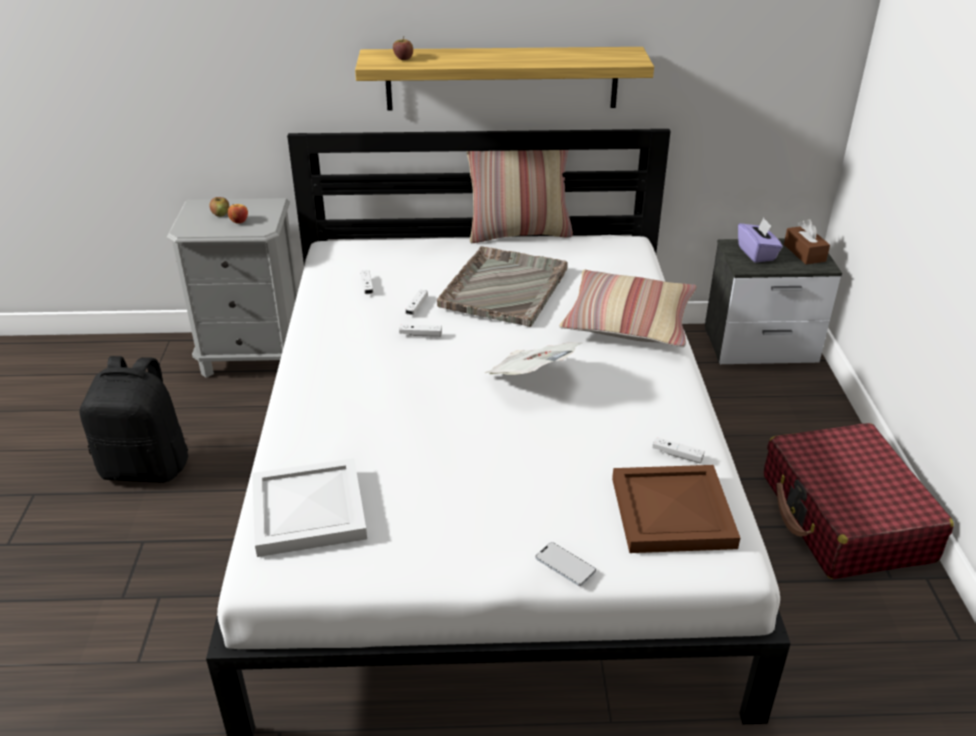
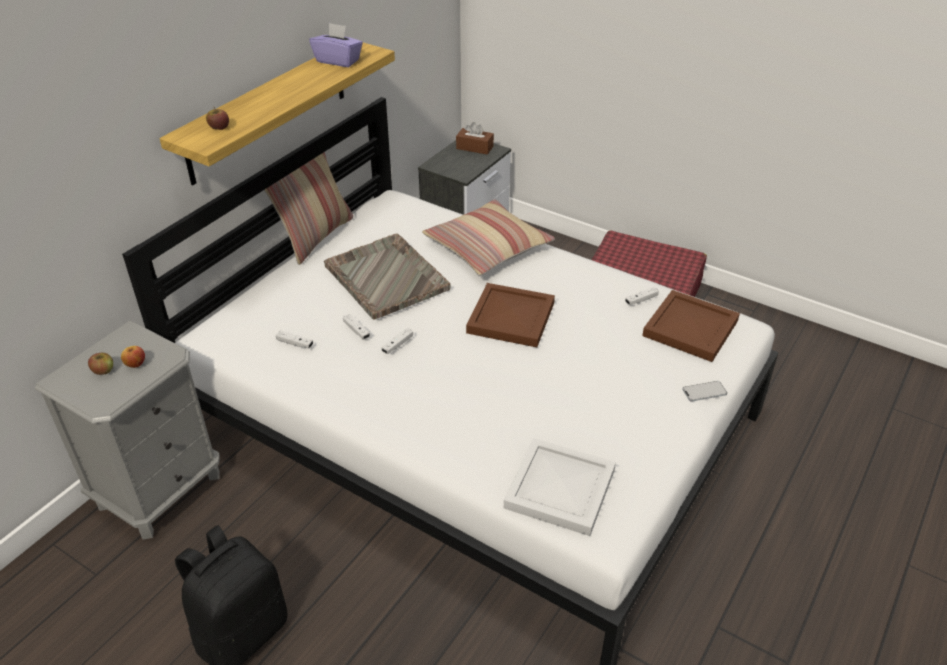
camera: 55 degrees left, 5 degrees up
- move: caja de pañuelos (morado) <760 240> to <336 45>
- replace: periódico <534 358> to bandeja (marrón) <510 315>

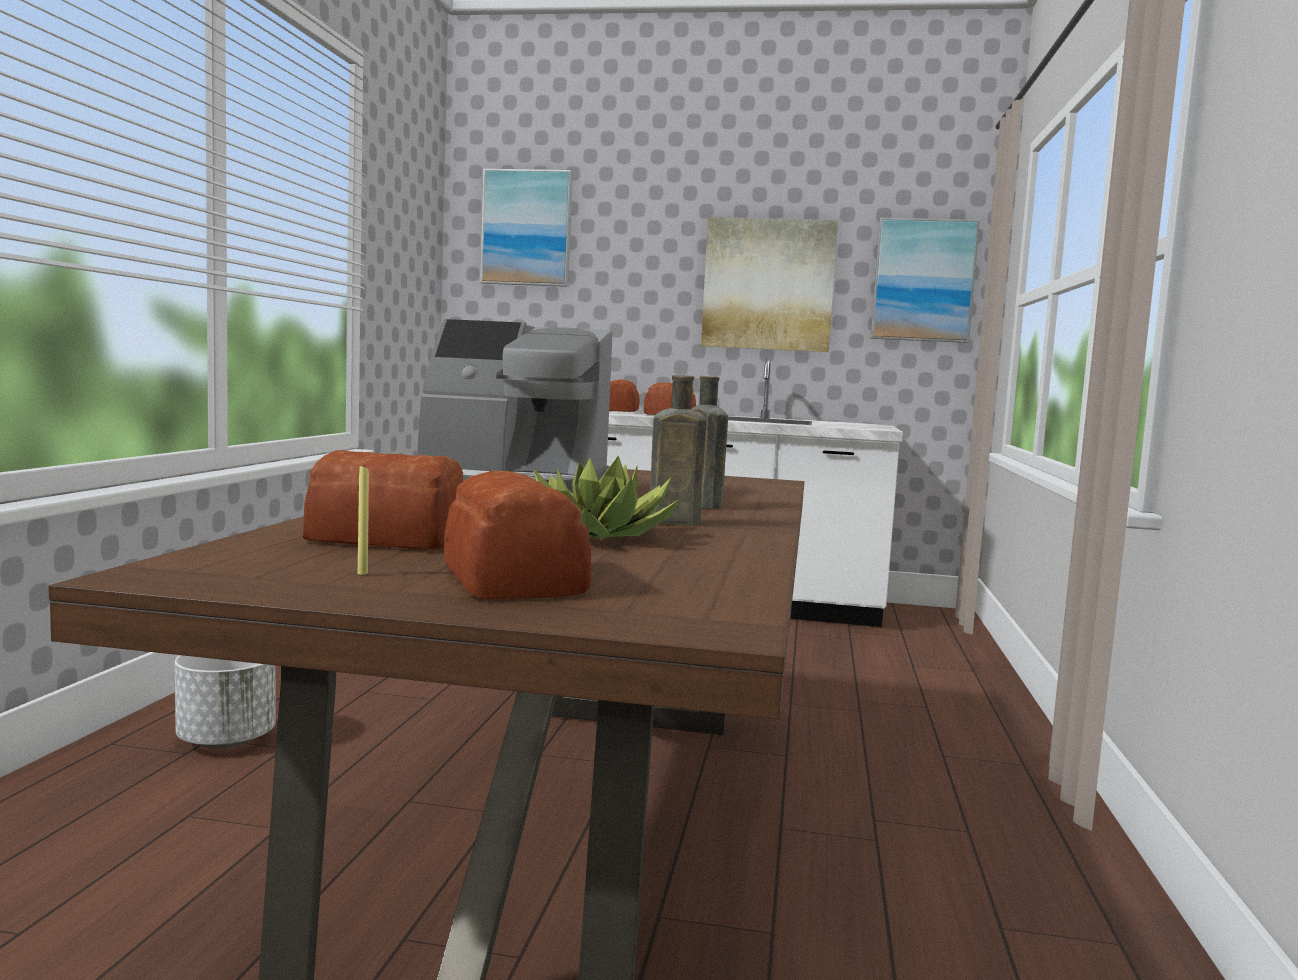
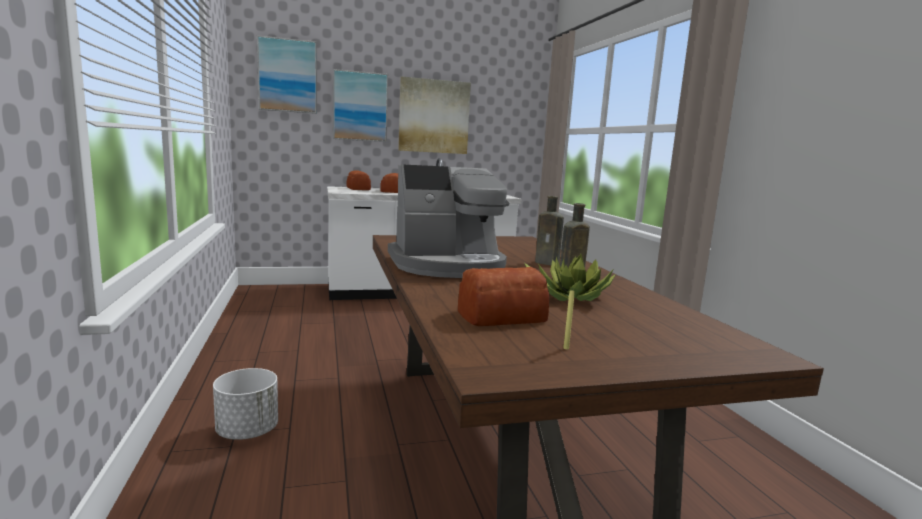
camera: 25 degrees left, 5 degrees up
- move: cuadro <925 280> to <360 105>
- delete: pan <517 535>

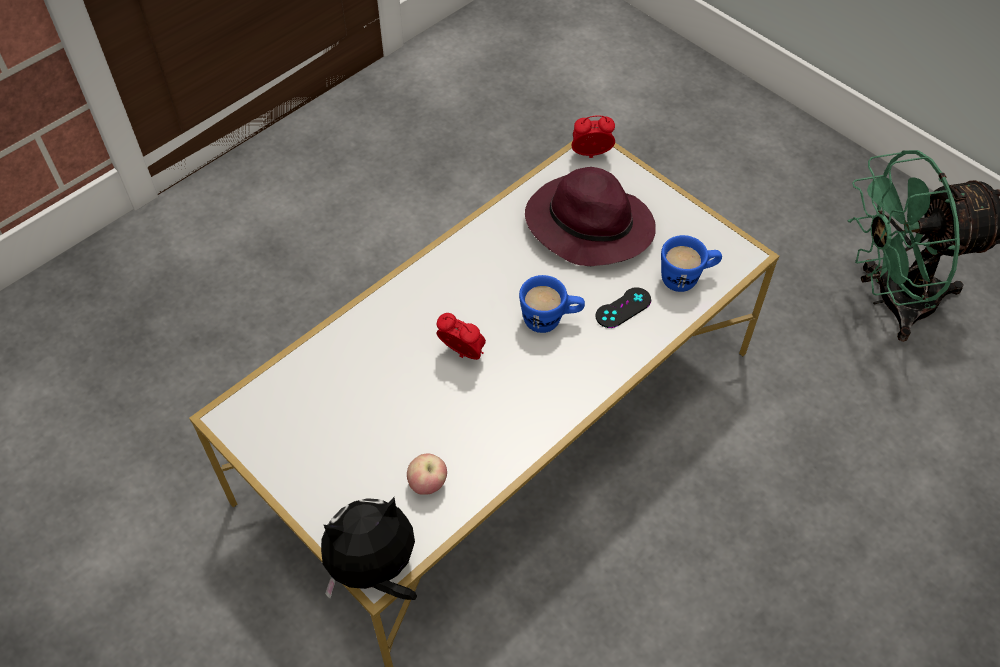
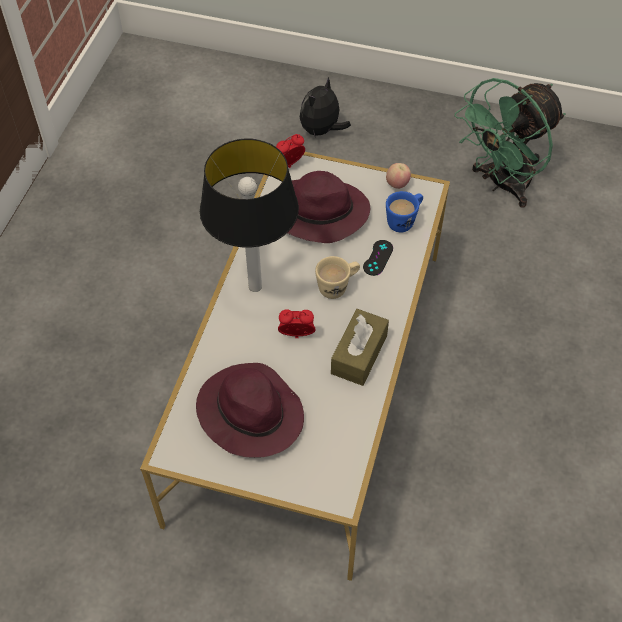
camera: 30 degrees left, 0 degrees up
- insert: sombrero (morado) <250 410>
- insert: lámpara de mesa <249 215>
- move: peluche <369 548> to <325 107>
- recolor: taza grande (azul) <552 304> to taza grande (beis) <337 277>
- insert: caja de pañuelos (marrón) <360 347>
- move: manzana <427 474> to <398 176>

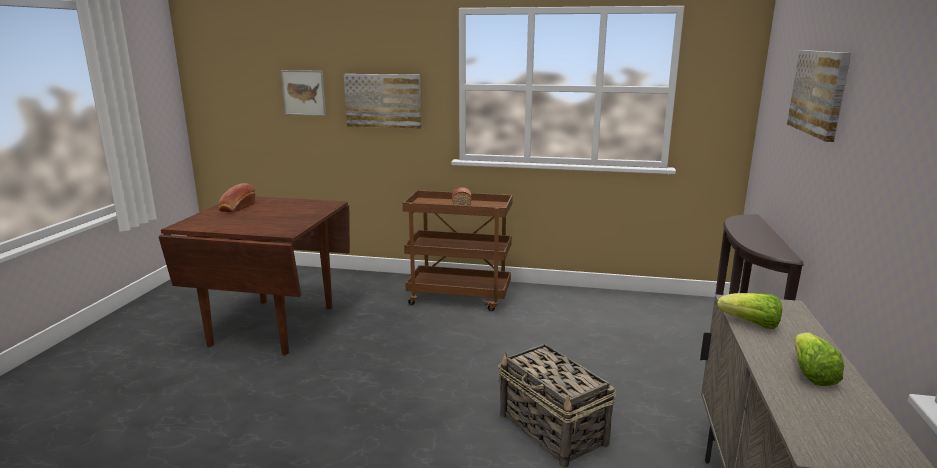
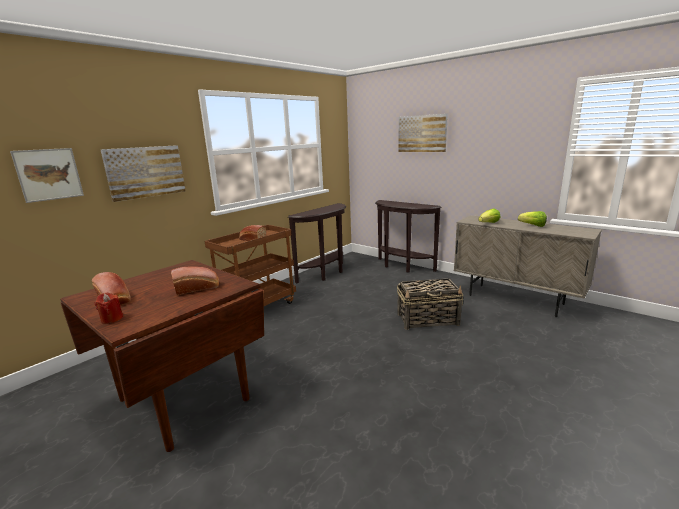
camera: 60 degrees left, 0 degrees up
- insert: vela (rojo) <109 308>
- insert: pan <195 280>
- insert: mesa consola (marrón) <317 243>

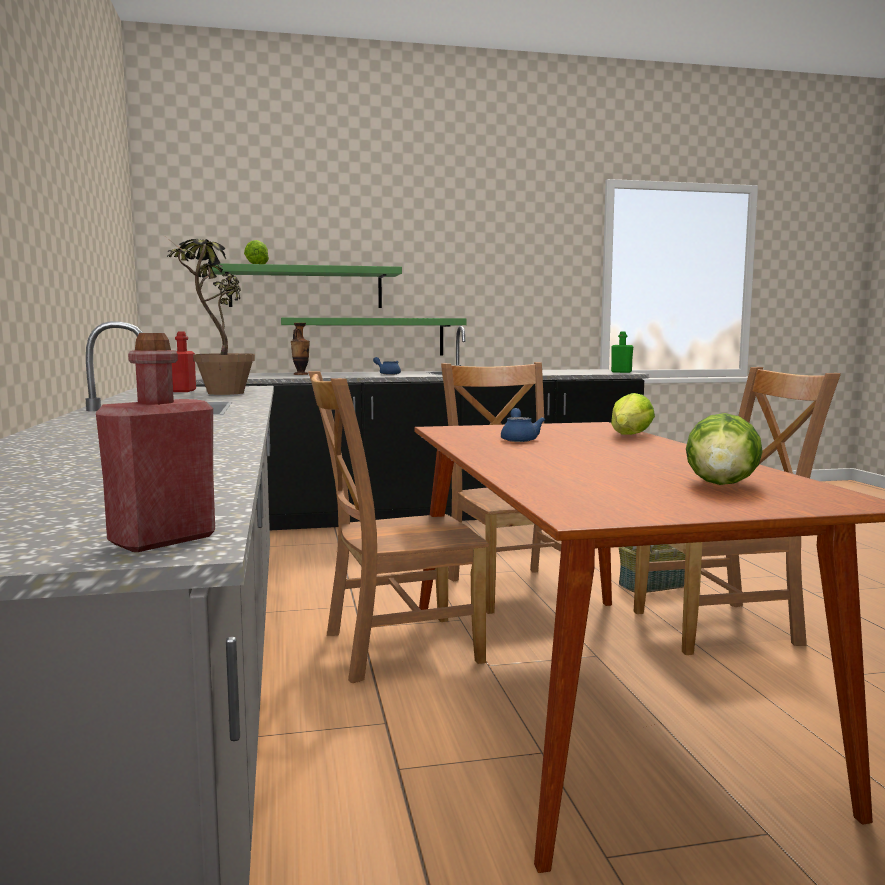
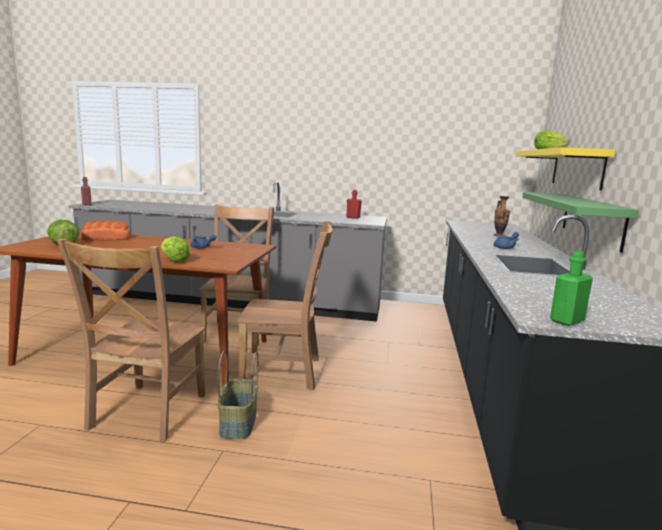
camera: 110 degrees right, 5 degrees up
- insert: pan <106 230>
- recolor: estante (verde) <307 285> to estante (amarillo) <565 168>
- delete: planta en maceta <210 316>

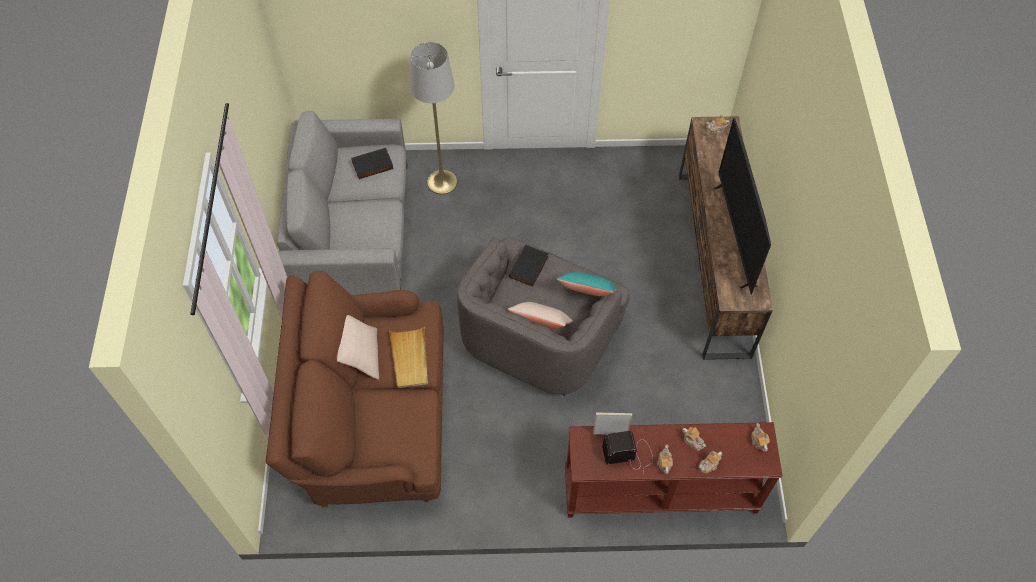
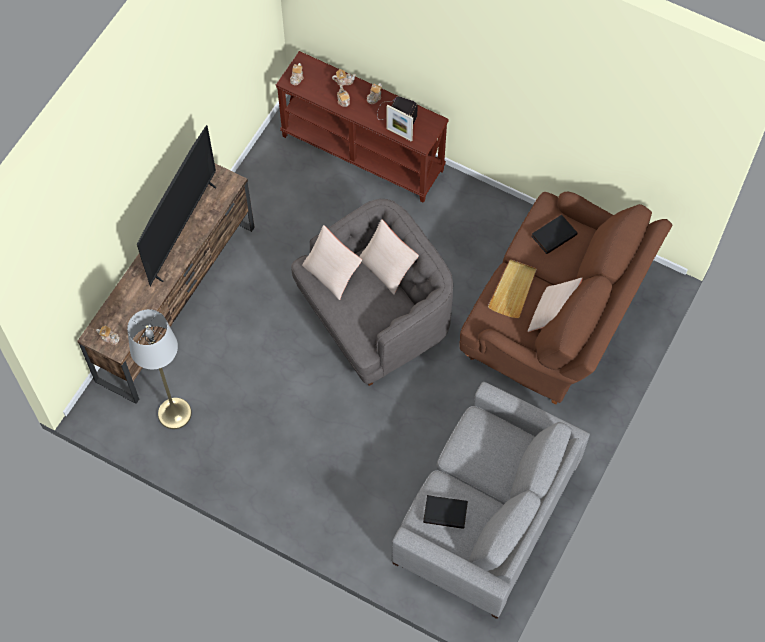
camera: 150 degrees left, 5 degrees up
- move: lámpara de pie (gris) <433 118> to <159 369>
- recolor: cojín (turquesa) <587 284> to cojín (beis) <332 262>
- move: libro (negro) <529 265> to <554 234>

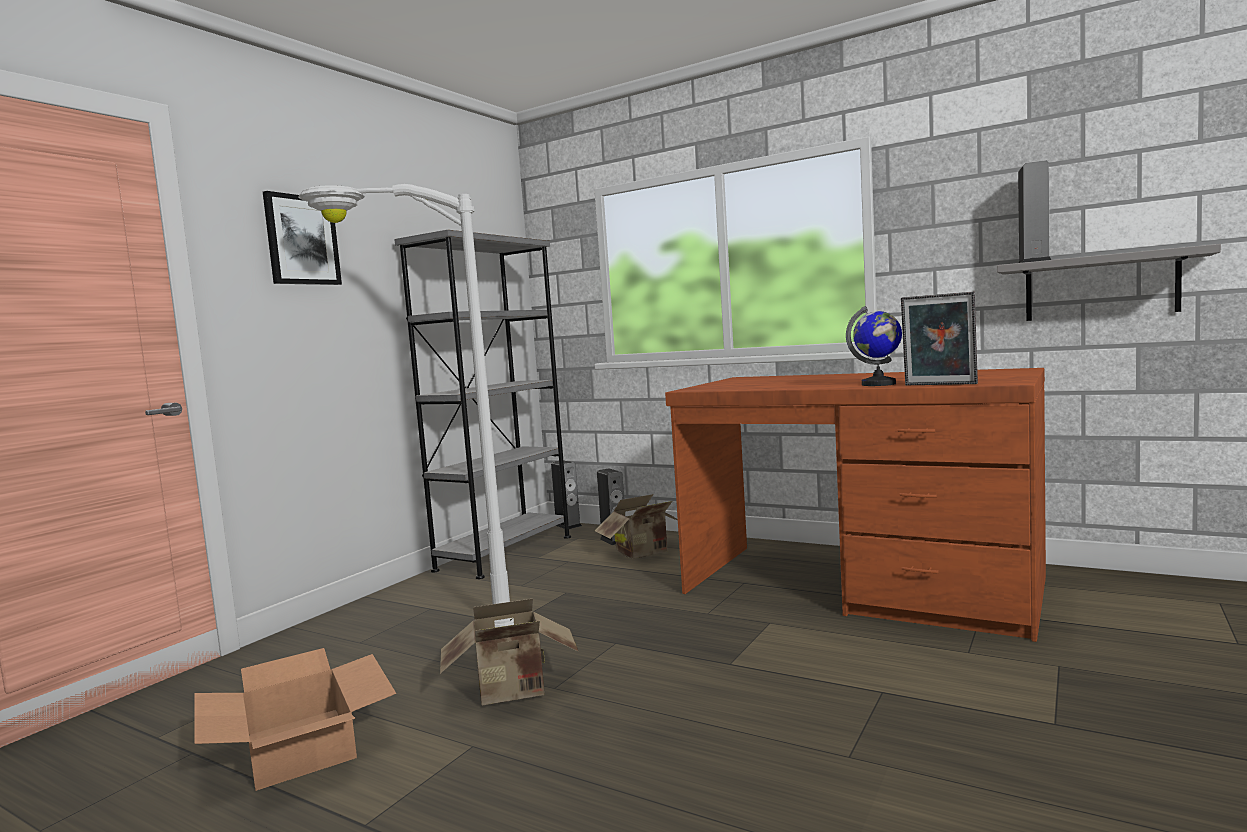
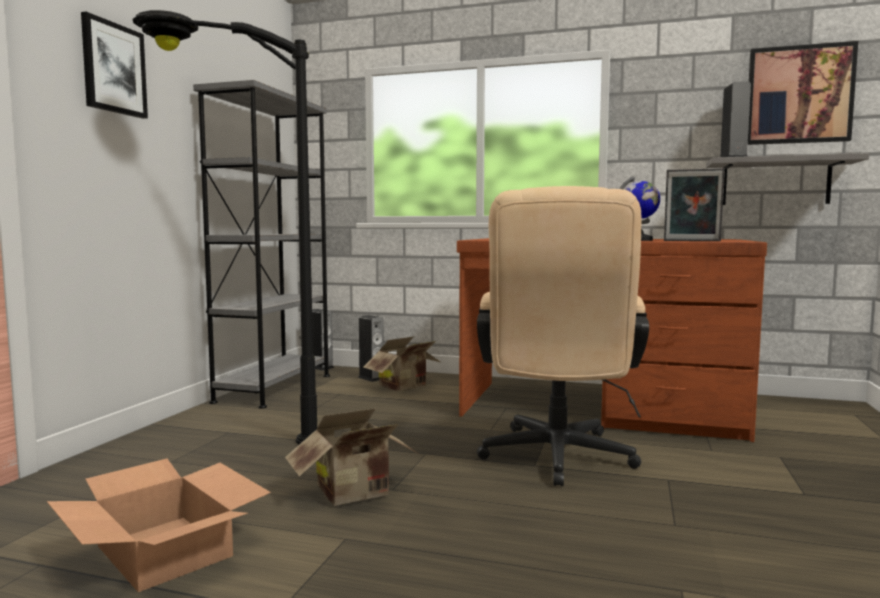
camera: 15 degrees left, 0 degrees up
- recolor: lámpara de pie (blanco) <406 405> to lámpara de pie (negro) <224 227>
- insert: silla de oficina (beis) <563 336>
- insert: cuadro <803 93>

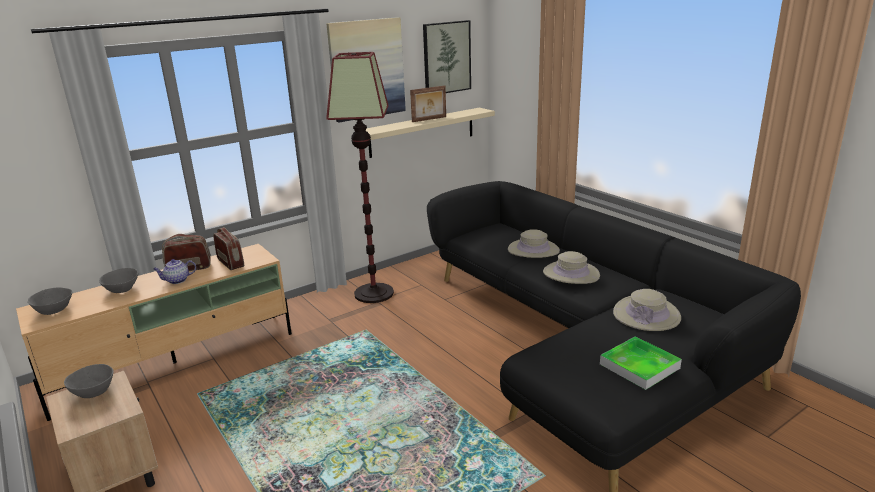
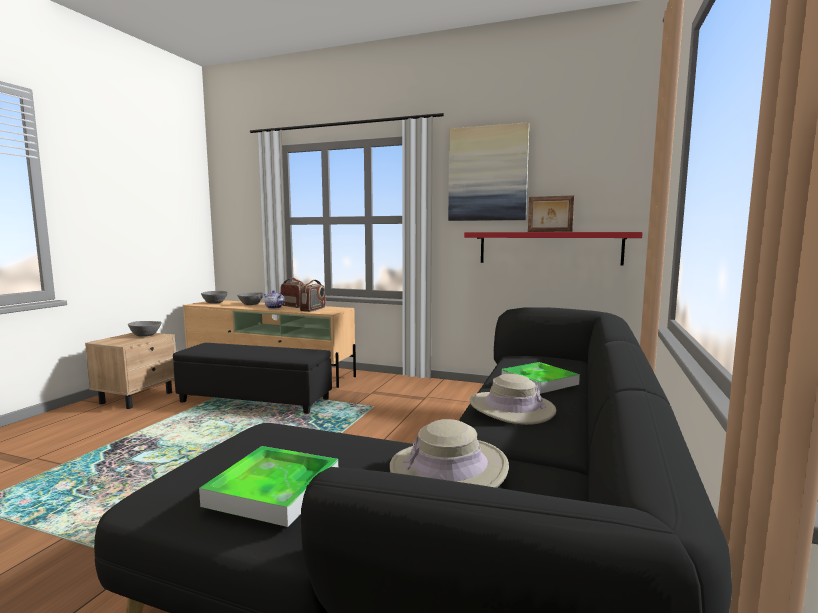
camera: 55 degrees right, 15 degrees down
- insert: puf (negro) <252 378>
- recolor: estante (beis) <430 133> to estante (rojo) <553 249>
- replace: sombrero (beis) <534 243> to bandeja <541 378>
- delete: lámpara de pie <360 177>
- delete: cuadro <447 56>

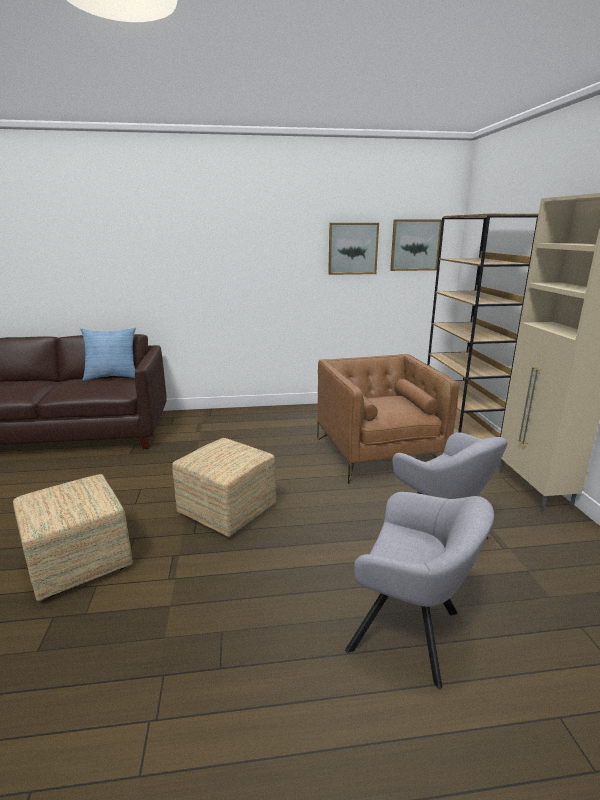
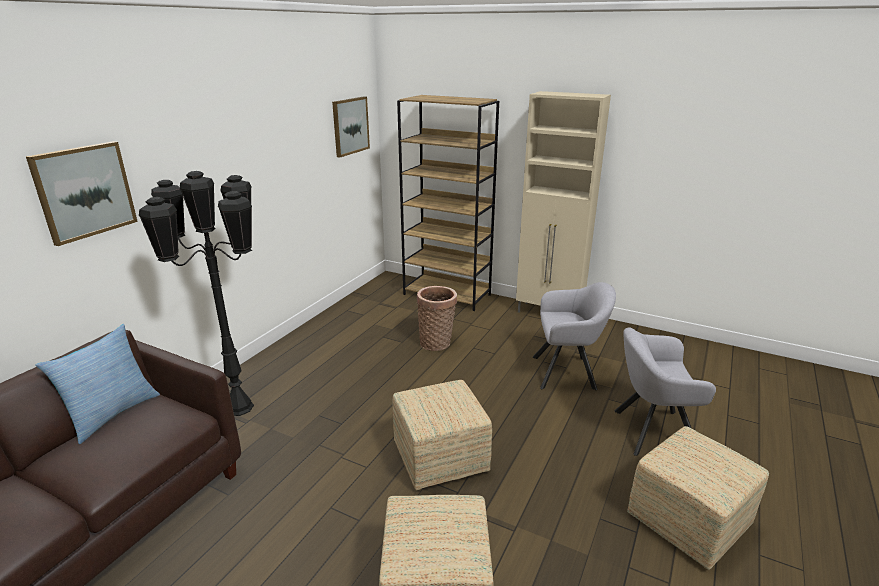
camera: 55 degrees left, 5 degrees up
- move: cuadro <353 249> to <82 193>
- insert: lámpara de pie (negro) <196 293>
- replace: sillón (marrón) <388 419> to cesta <437 318>
- rotate: sillón (gris) <419 590> = <665 391> 150 degrees counterclockwise
- insert: puf <698 498>

